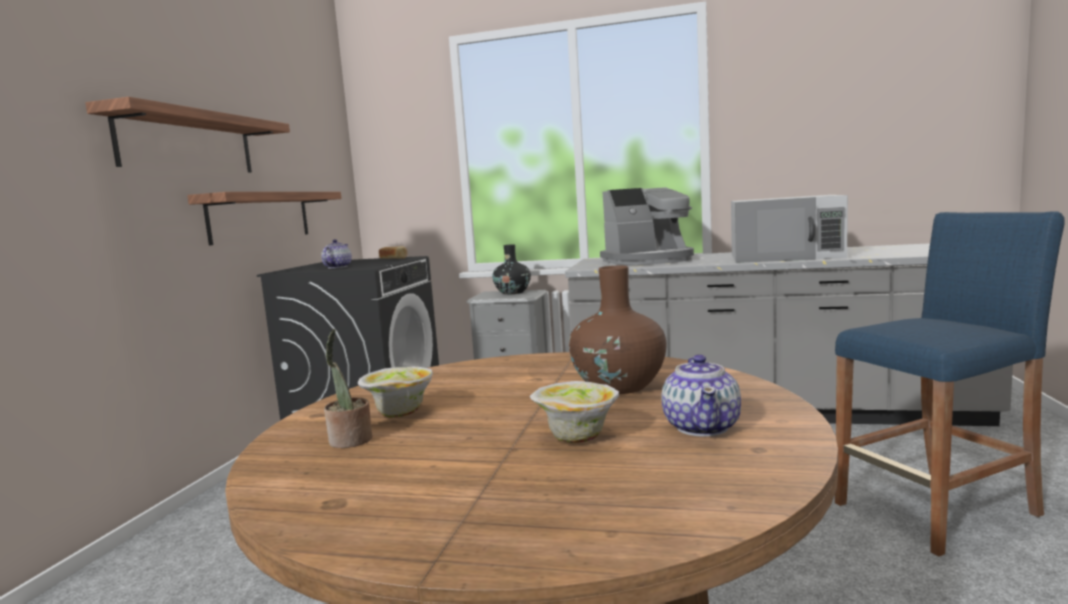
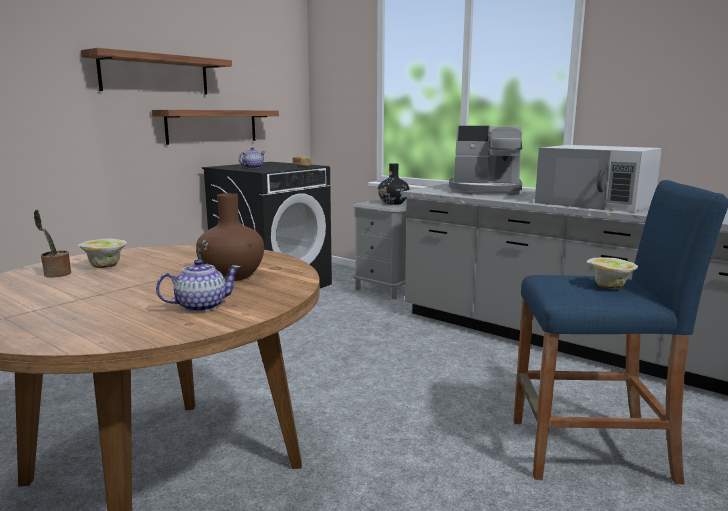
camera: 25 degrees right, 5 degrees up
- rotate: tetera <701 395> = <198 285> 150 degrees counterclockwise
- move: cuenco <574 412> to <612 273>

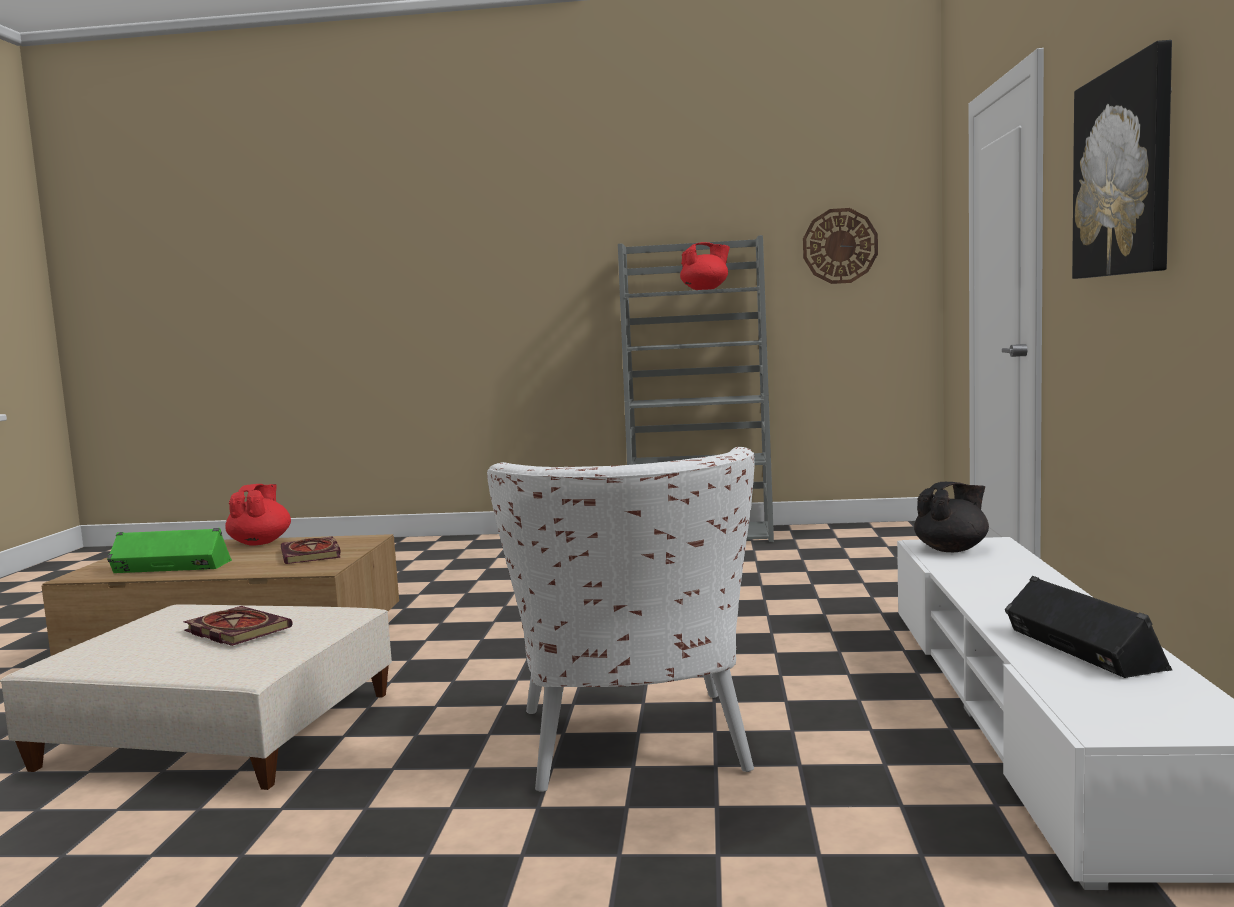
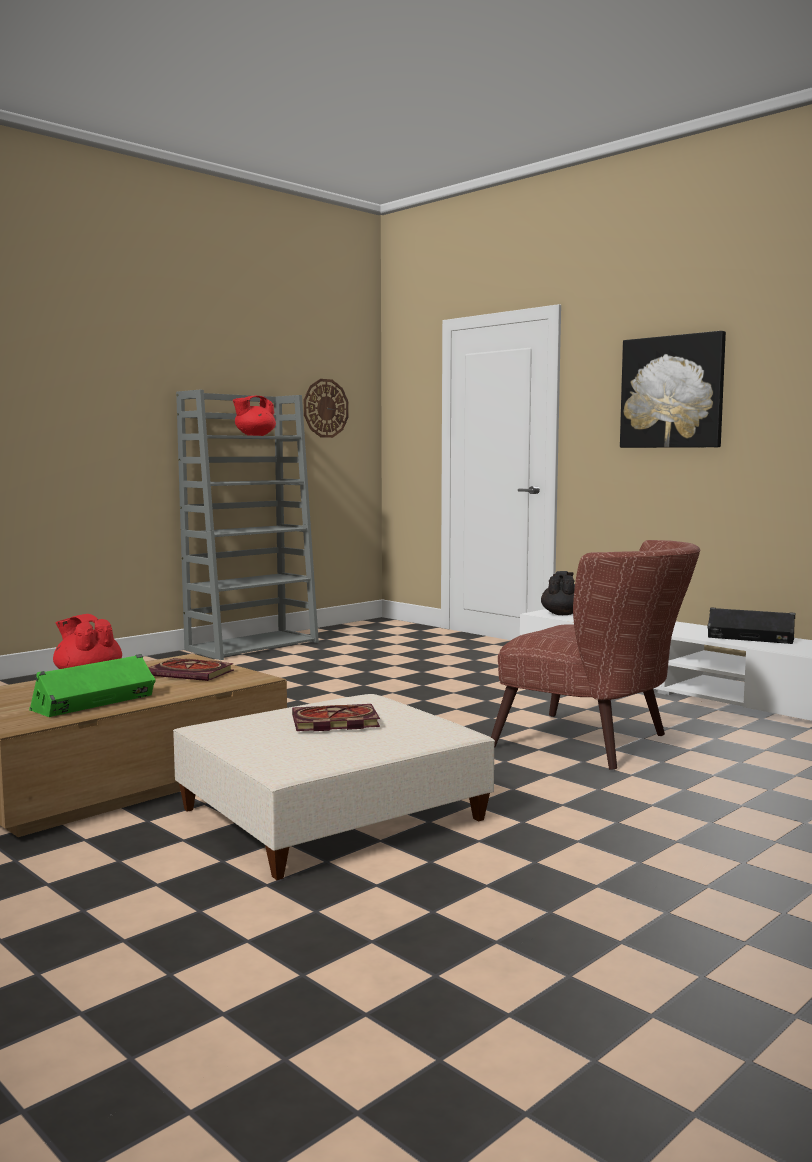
camera: 50 degrees left, 0 degrees up
- rotate: tetera (rojo) <705 266> = <254 416> 150 degrees counterclockwise
- recolor: sillón (blanco) <621 619> to sillón (marrón) <596 655>

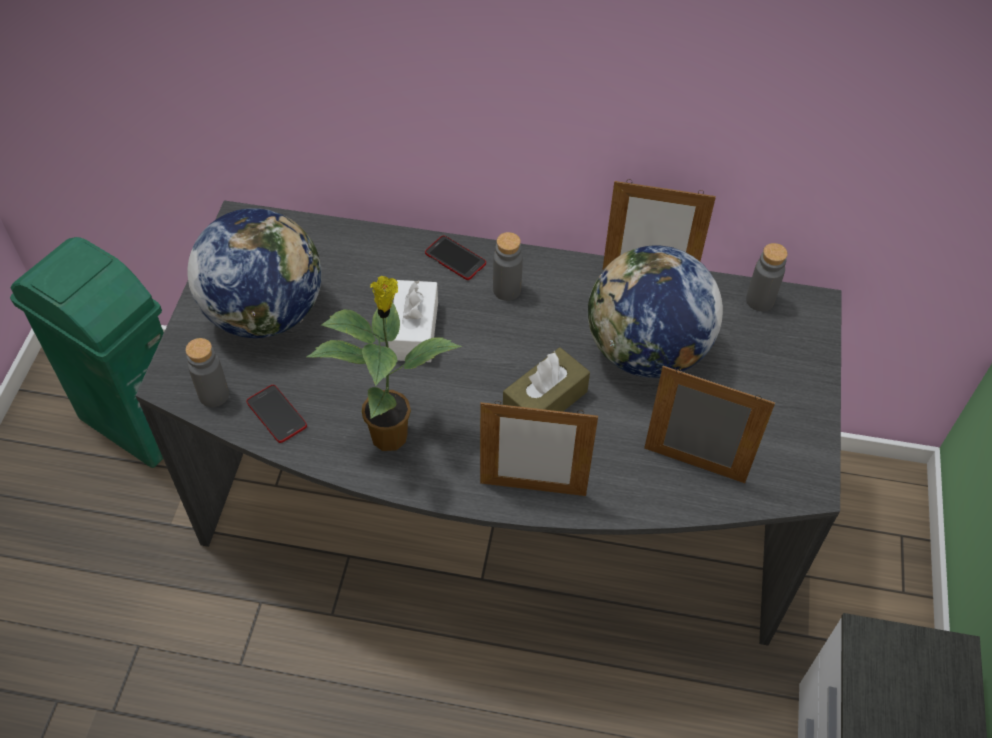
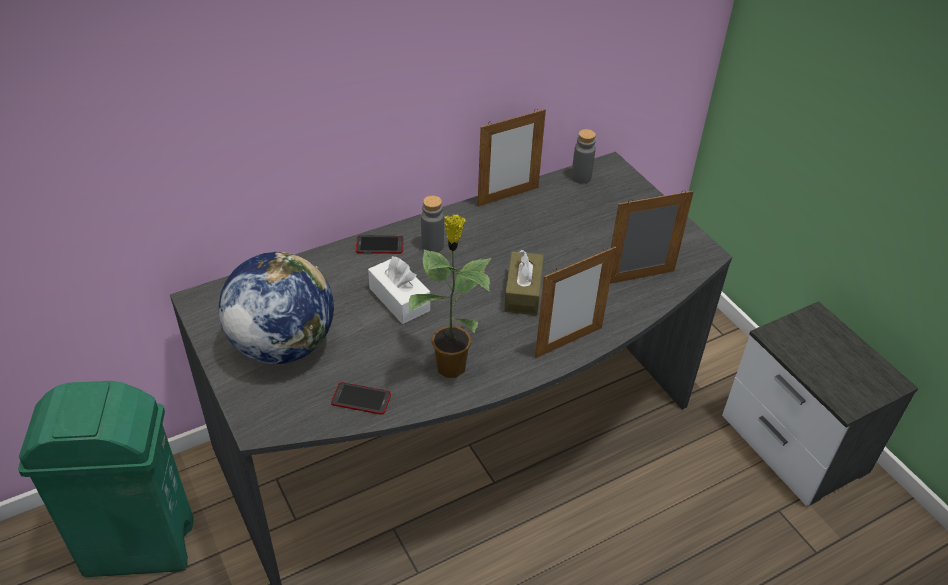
camera: 40 degrees left, 10 degrees down
- delete: botella (gris) <207 372>
- delete: globo terráqueo <655 312>

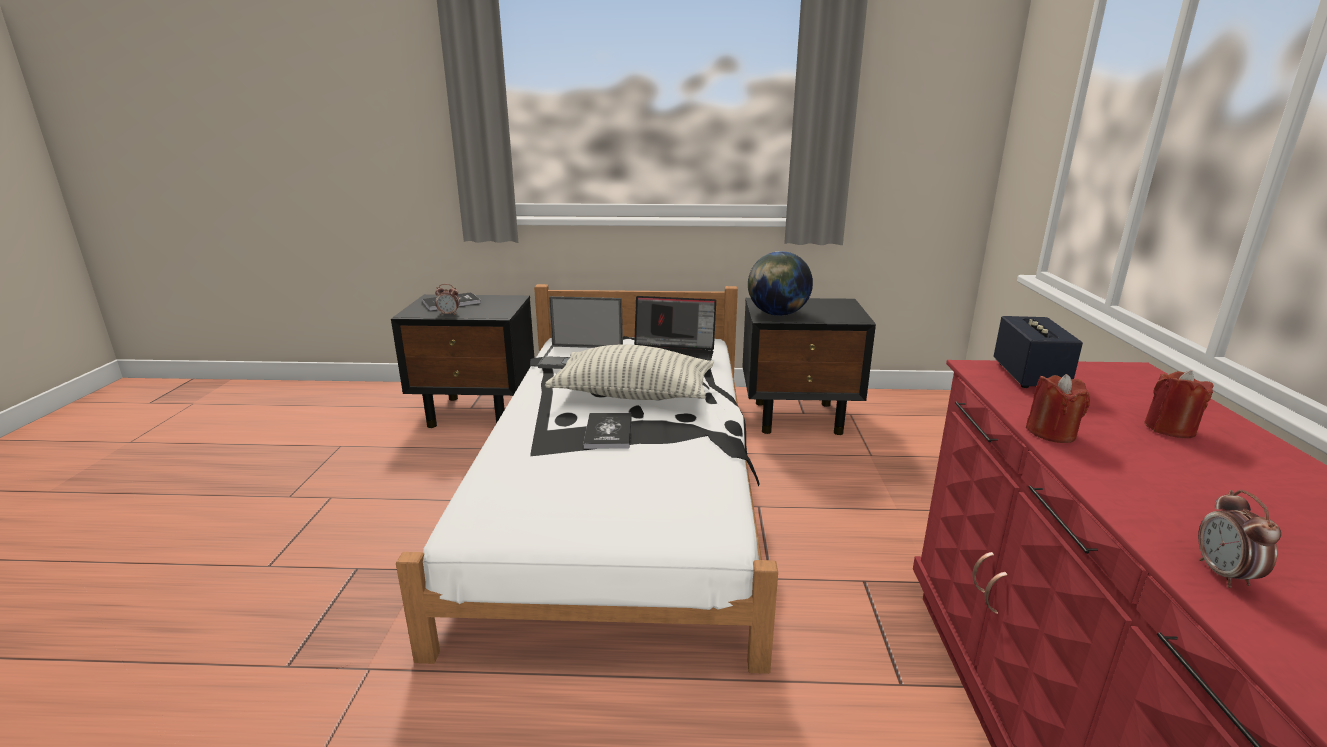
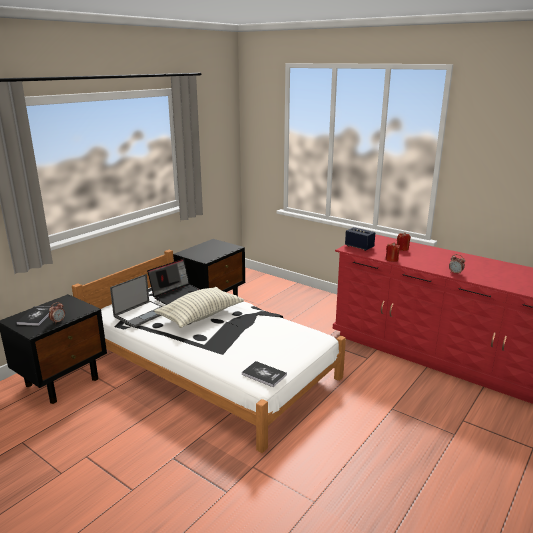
camera: 55 degrees left, 0 degrees up
- move: libro <607 431> to <264 374>
- delete: globo terráqueo <780 283>

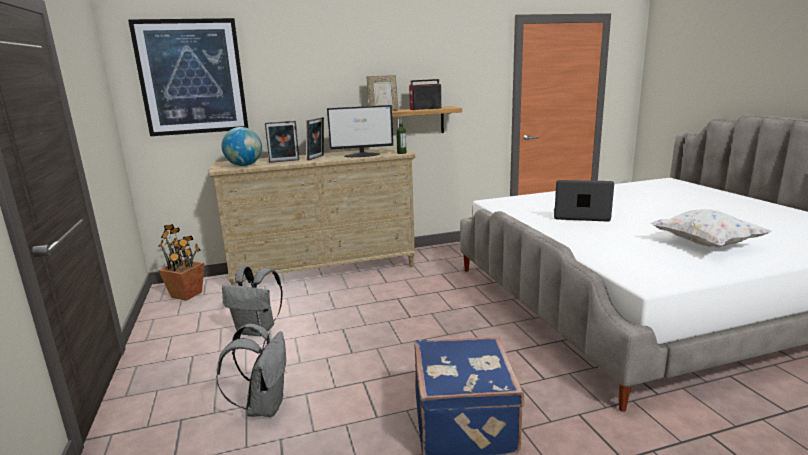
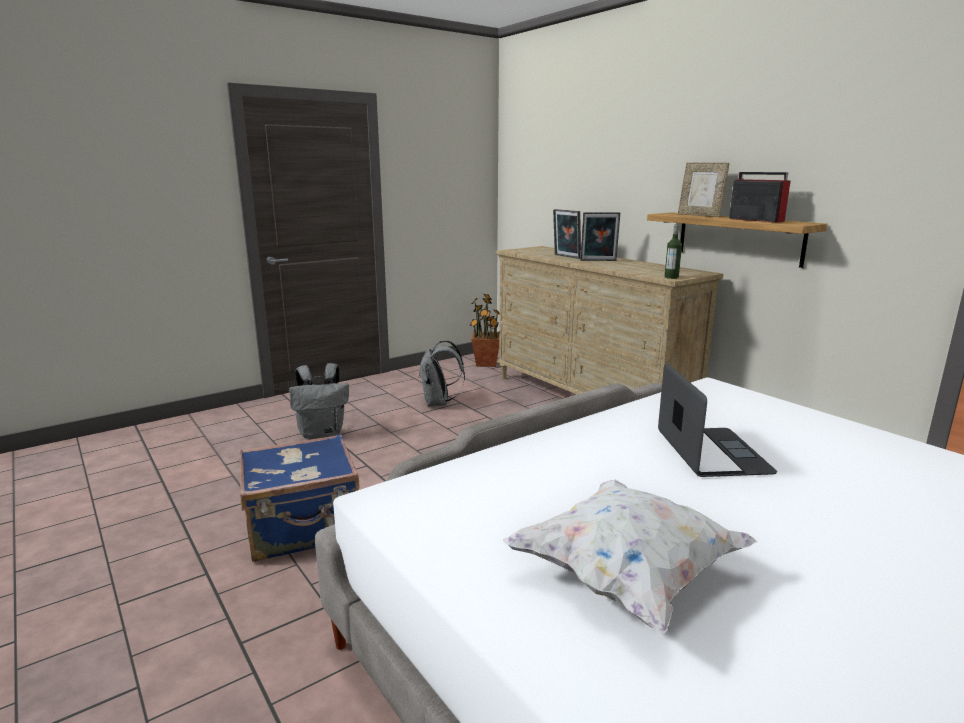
camera: 70 degrees right, 0 degrees up
- delete: cuadro <188 77>
- delete: globo terráqueo <242 146>
- delete: monitor <360 131>

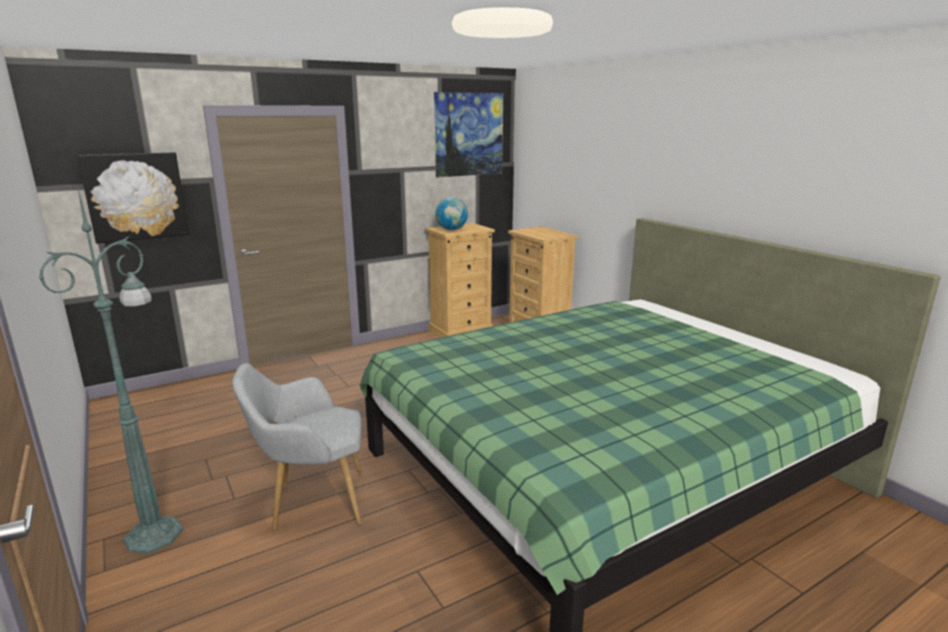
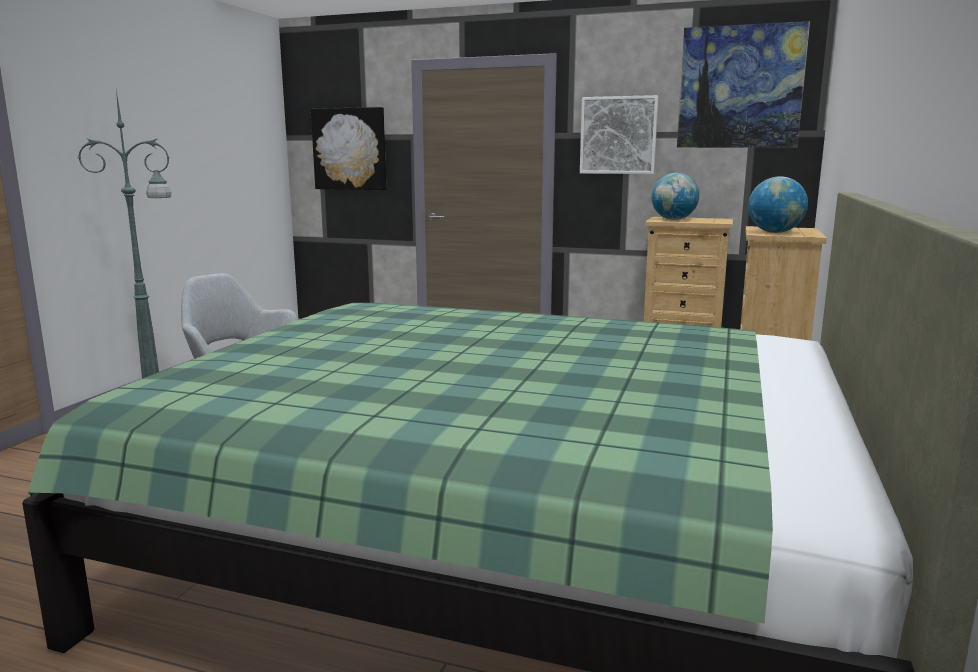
camera: 50 degrees right, 5 degrees down
- insert: cuadro <619 134>
- insert: globo terráqueo <778 204>

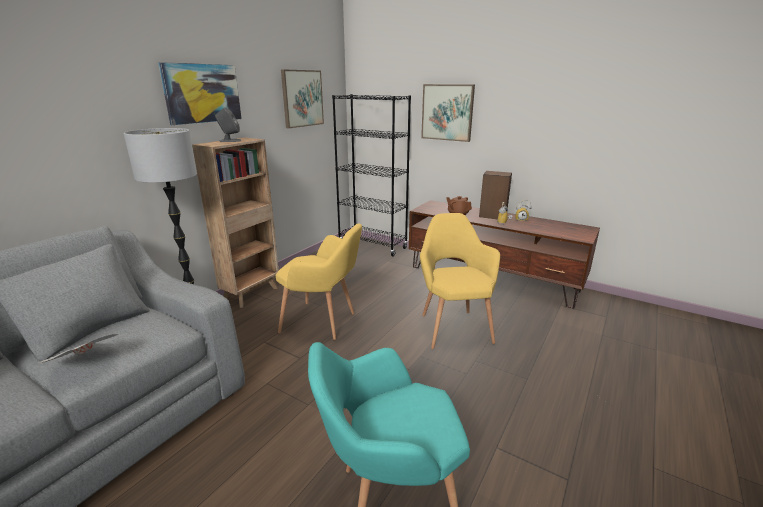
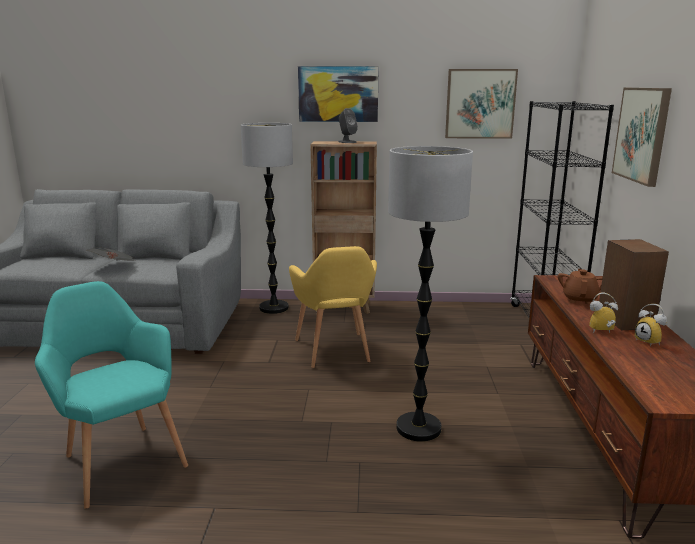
camera: 60 degrees right, 5 degrees down
- replace: sillón (amarillo) <460 281> to lámpara de pie <430 294>

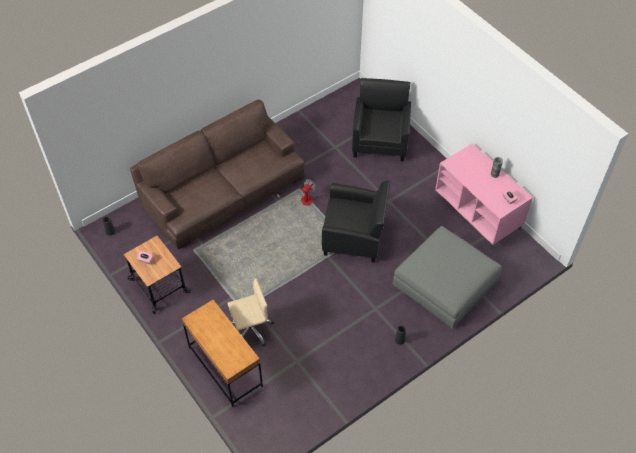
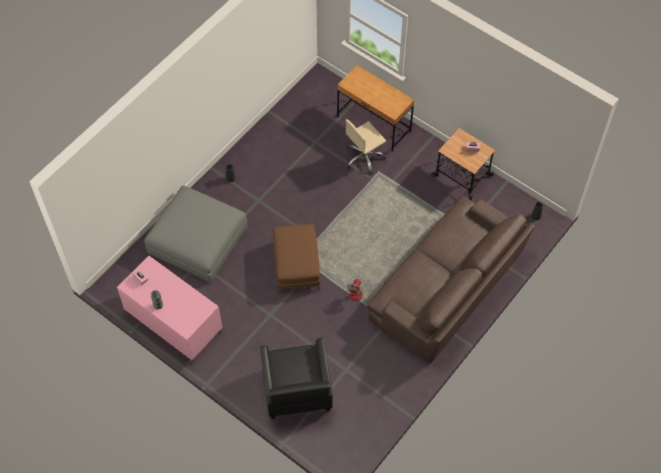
camera: 165 degrees right, 5 degrees up
- replace: sillón (negro) <356 221> to puf (marrón) <296 258>

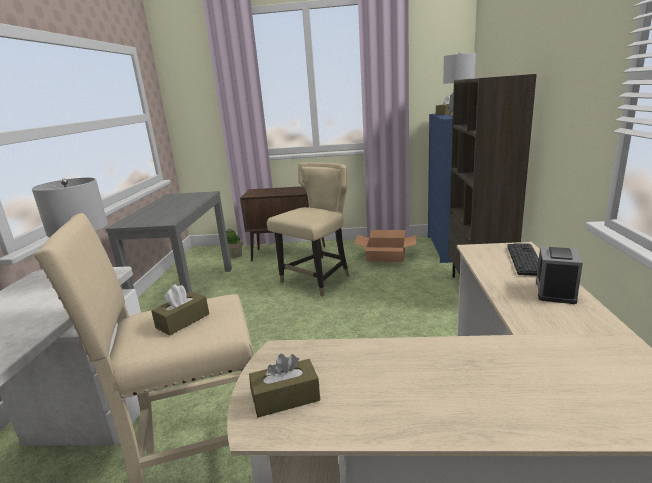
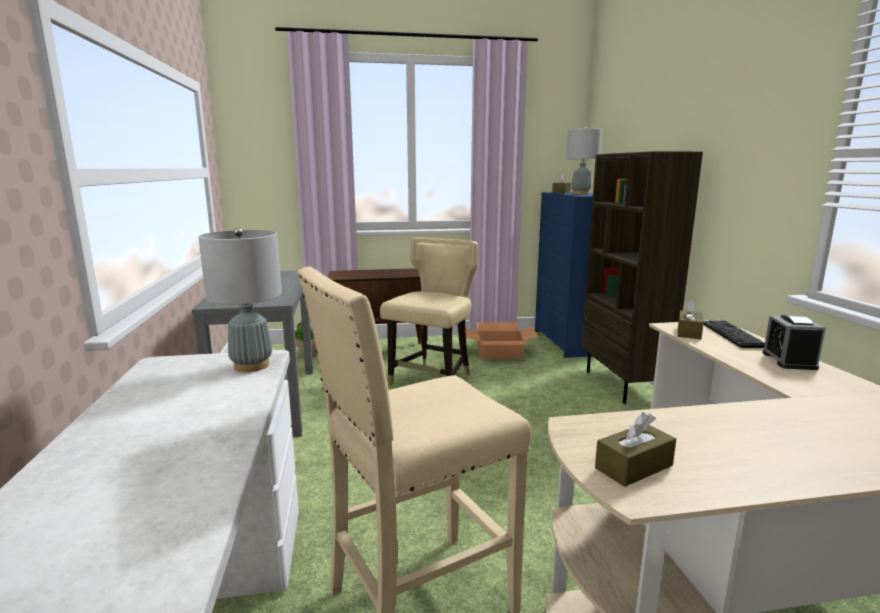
camera: 15 degrees left, 5 degrees down
- move: caja de pañuelos (marrón) <180 309> to <691 319>

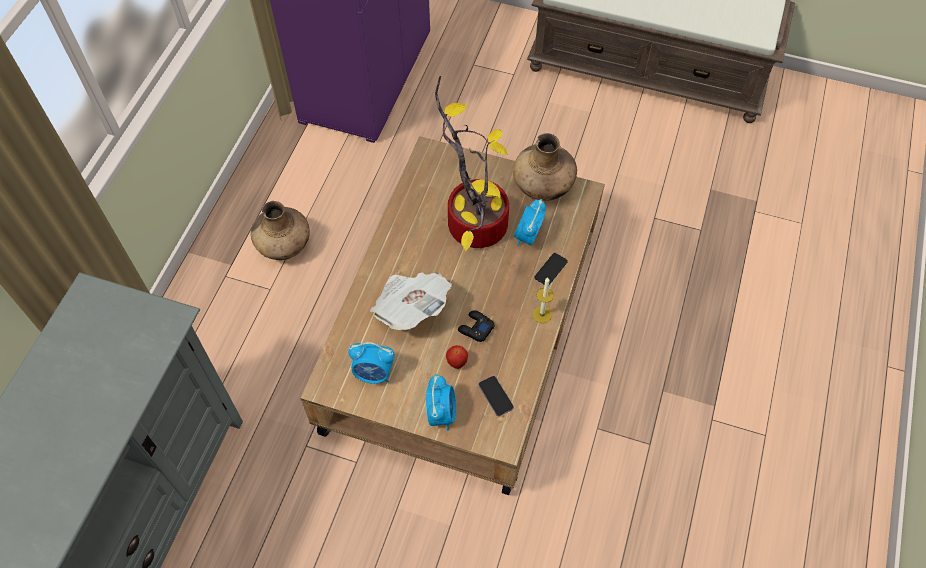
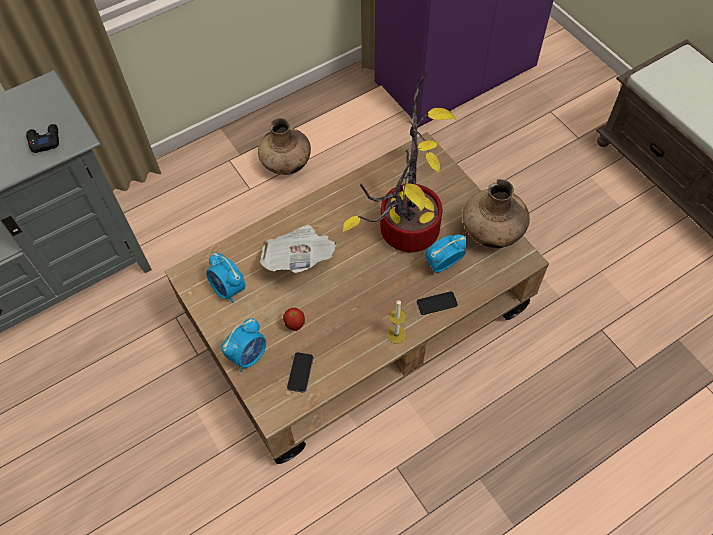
camera: 40 degrees right, 0 degrees up
- move: mando de consola (negro) <476 326> to <42 138>

